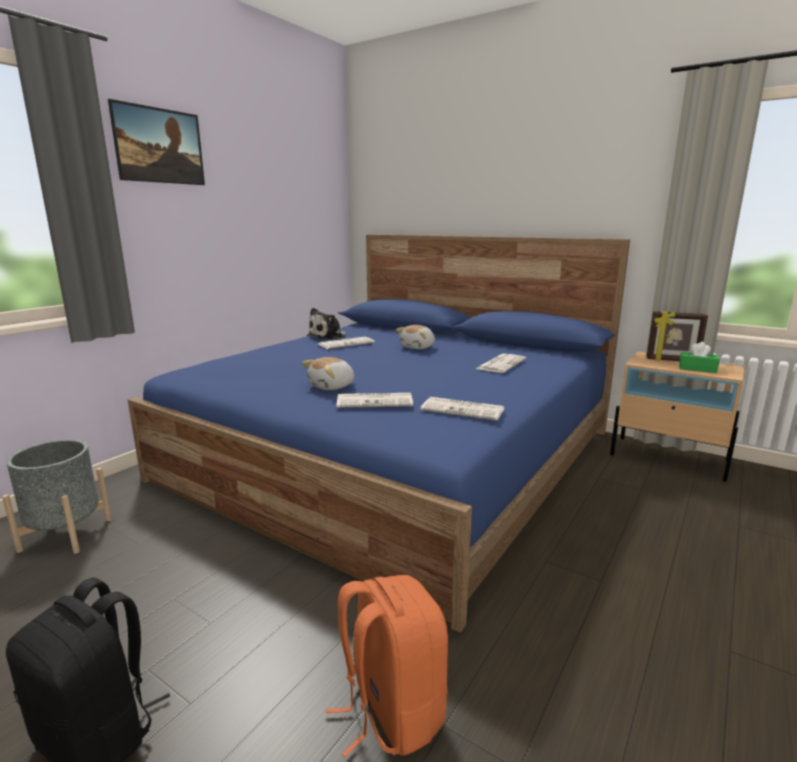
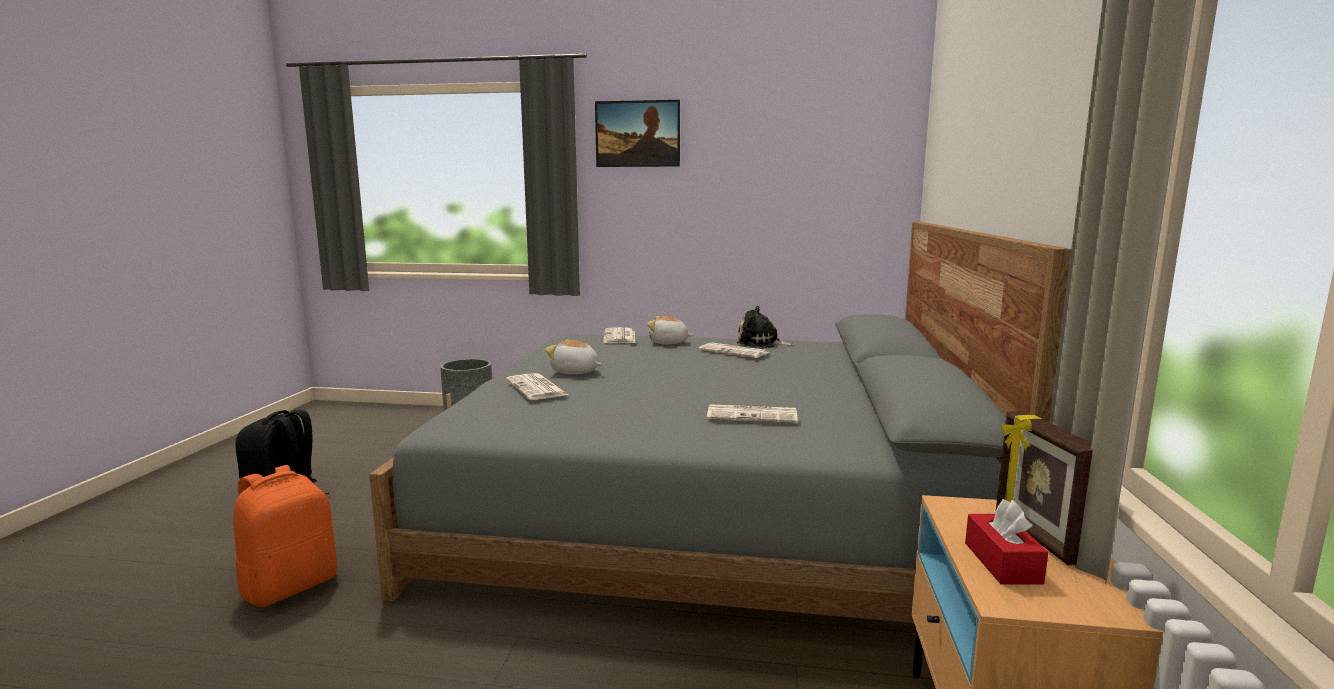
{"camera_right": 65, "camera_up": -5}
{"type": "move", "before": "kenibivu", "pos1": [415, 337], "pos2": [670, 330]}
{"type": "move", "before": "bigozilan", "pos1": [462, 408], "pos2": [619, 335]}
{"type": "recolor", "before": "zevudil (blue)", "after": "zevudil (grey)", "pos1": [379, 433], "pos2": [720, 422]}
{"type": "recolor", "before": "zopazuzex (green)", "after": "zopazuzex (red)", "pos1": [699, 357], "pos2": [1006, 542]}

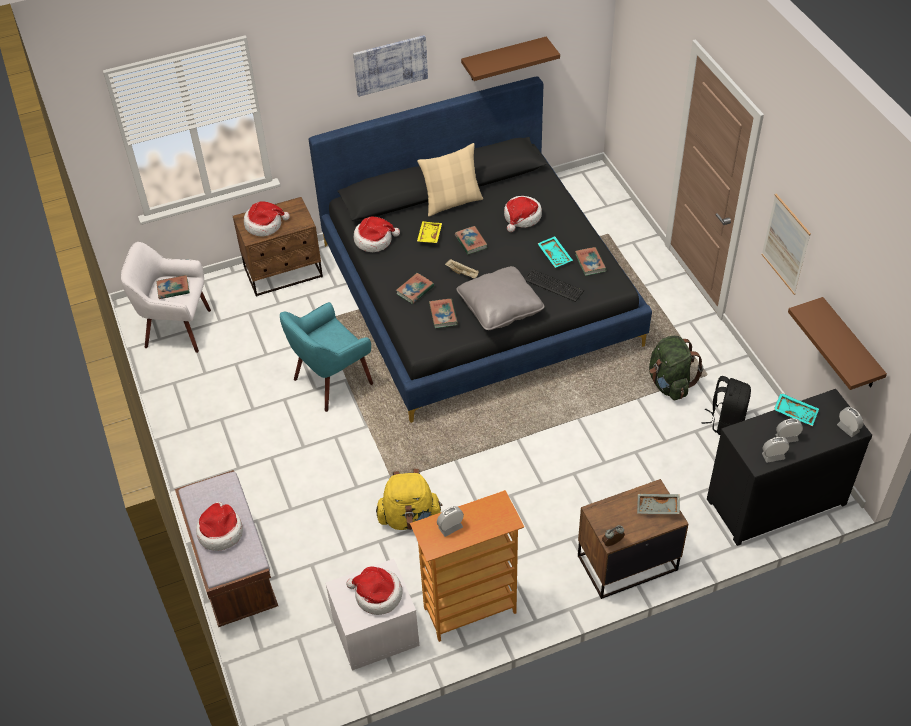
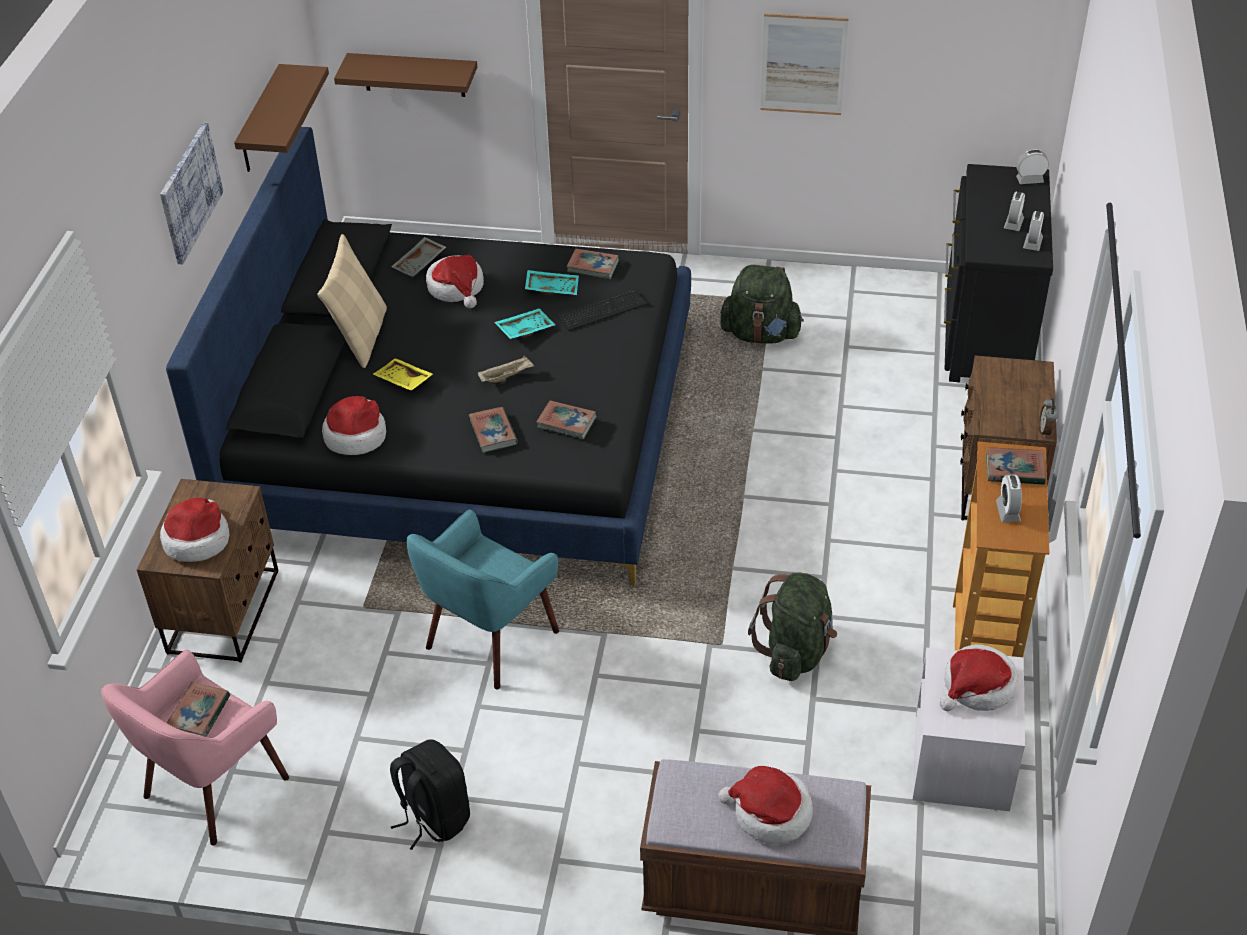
{"camera_right": -60, "camera_up": -5}
{"type": "delete", "before": "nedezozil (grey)", "pos1": [500, 298]}
{"type": "move", "before": "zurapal", "pos1": [471, 240], "pos2": [1016, 466]}
{"type": "move", "before": "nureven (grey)", "pos1": [658, 504], "pos2": [419, 257]}
{"type": "move", "before": "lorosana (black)", "pos1": [726, 405], "pos2": [430, 794]}
{"type": "move", "before": "nureven (turquoise)", "pos1": [796, 409], "pos2": [524, 323]}
{"type": "move", "before": "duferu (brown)", "pos1": [837, 343], "pos2": [405, 75]}
{"type": "recolor", "before": "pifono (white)", "after": "pifono (pink)", "pos1": [166, 297], "pos2": [195, 748]}
{"type": "recolor", "before": "lorosana (yellow)", "after": "lorosana (green)", "pos1": [409, 499], "pos2": [792, 626]}
{"type": "rotate", "before": "pifono (turquoise)", "pos1": [326, 357], "pos2": [483, 599], "turn": 45}

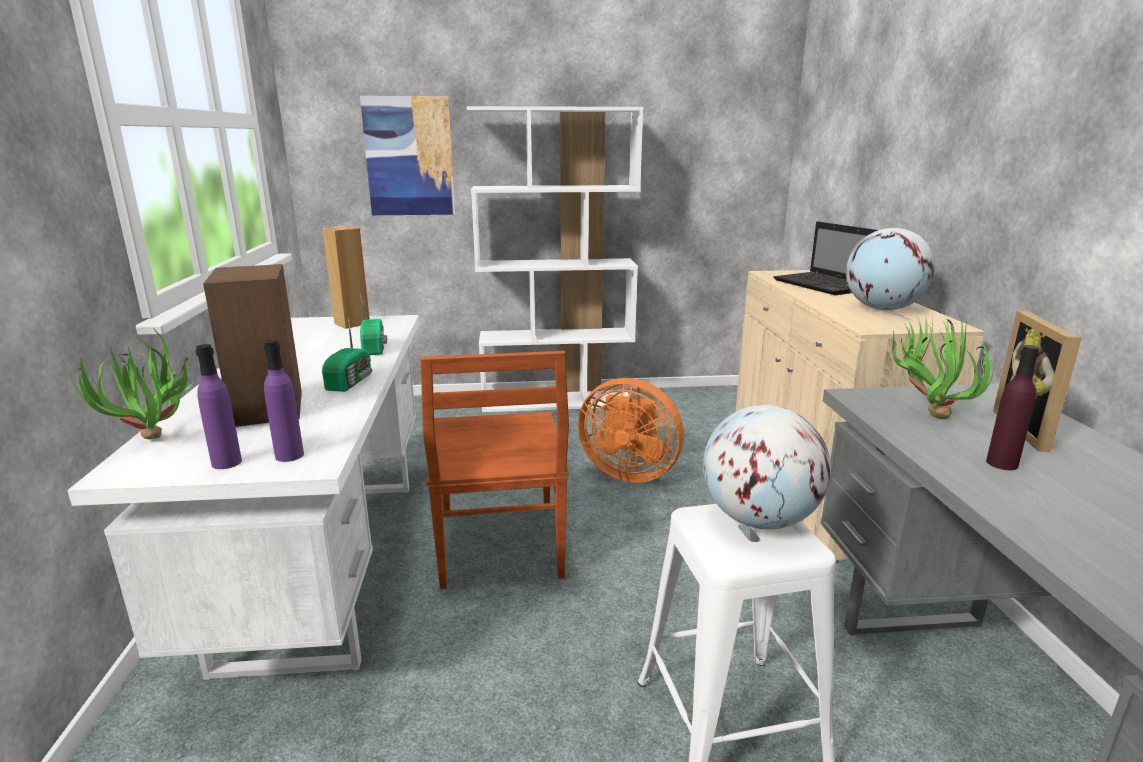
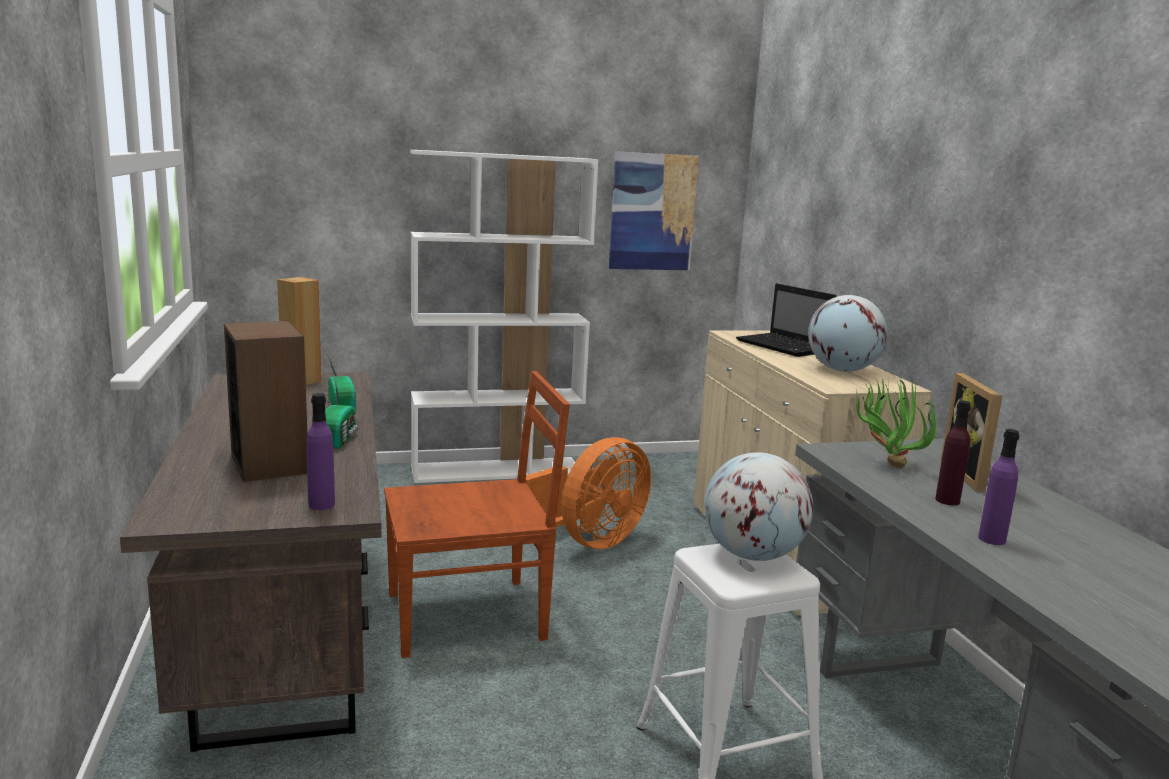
{"camera_right": -10, "camera_up": -5}
{"type": "delete", "before": "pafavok", "pos1": [129, 384]}
{"type": "move", "before": "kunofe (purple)", "pos1": [219, 406], "pos2": [999, 487]}
{"type": "move", "before": "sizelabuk", "pos1": [407, 155], "pos2": [654, 210]}
{"type": "recolor", "before": "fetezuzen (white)", "after": "fetezuzen (brown)", "pos1": [243, 497], "pos2": [251, 562]}
{"type": "rotate", "before": "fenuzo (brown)", "pos1": [494, 470], "pos2": [477, 514], "turn": -90}
{"type": "rotate", "before": "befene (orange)", "pos1": [631, 430], "pos2": [588, 493], "turn": -60}

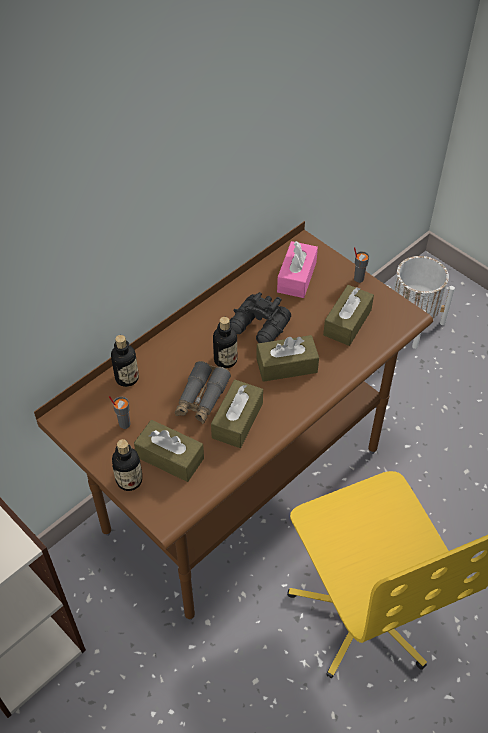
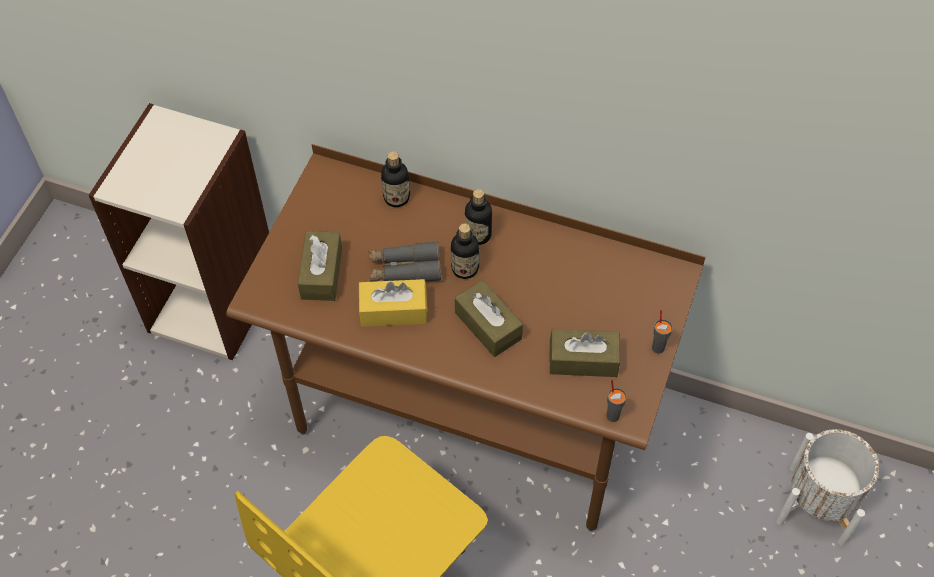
{"camera_right": 65, "camera_up": 5}
{"type": "delete", "before": "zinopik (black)", "pos1": [260, 317]}
{"type": "delete", "before": "zopazuzex (pink)", "pos1": [297, 269]}
{"type": "move", "before": "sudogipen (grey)", "pos1": [119, 412], "pos2": [616, 401]}
{"type": "move", "before": "kunofe", "pos1": [127, 465], "pos2": [478, 217]}
{"type": "recolor", "before": "zopazuzex (brown)", "after": "zopazuzex (yellow)", "pos1": [237, 414], "pos2": [393, 303]}

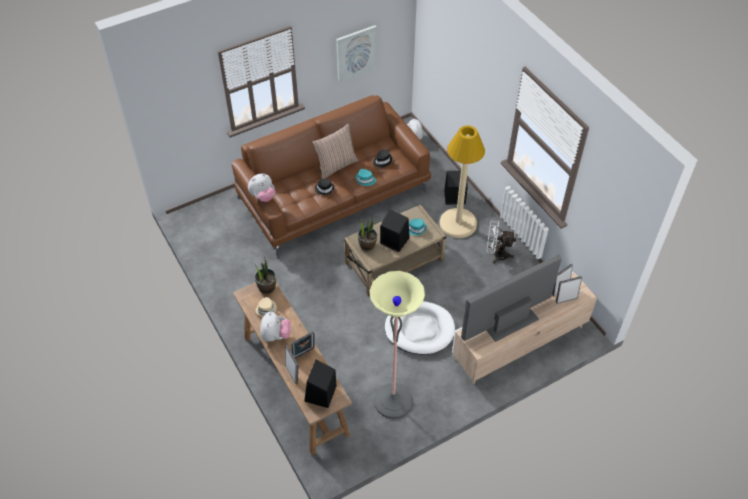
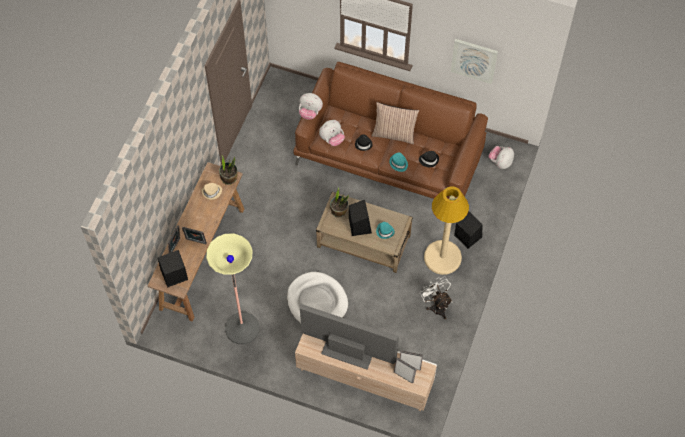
{"camera_right": 50, "camera_up": 10}
{"type": "move", "before": "kenibivu", "pos1": [275, 327], "pos2": [332, 133]}

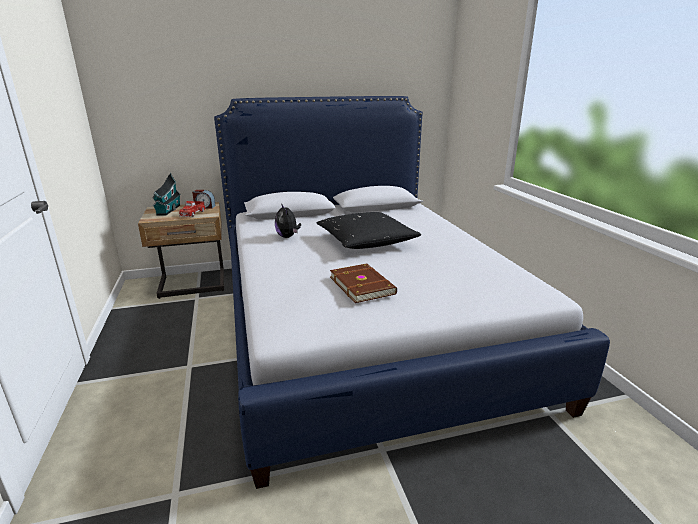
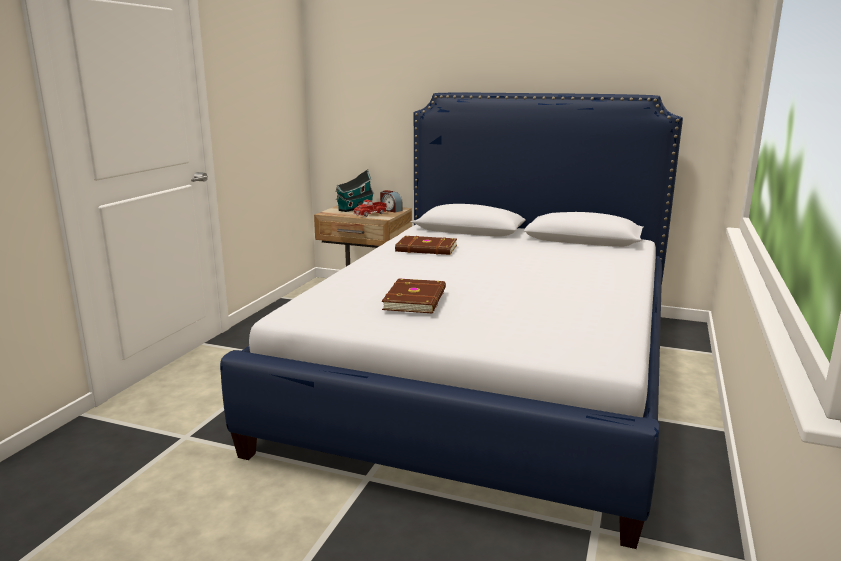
{"camera_right": 35, "camera_up": -5}
{"type": "delete", "before": "nedezozil (black)", "pos1": [369, 230]}
{"type": "replace", "before": "kenibivu", "after": "zurapal (brown)", "pos1": [288, 220], "pos2": [426, 245]}

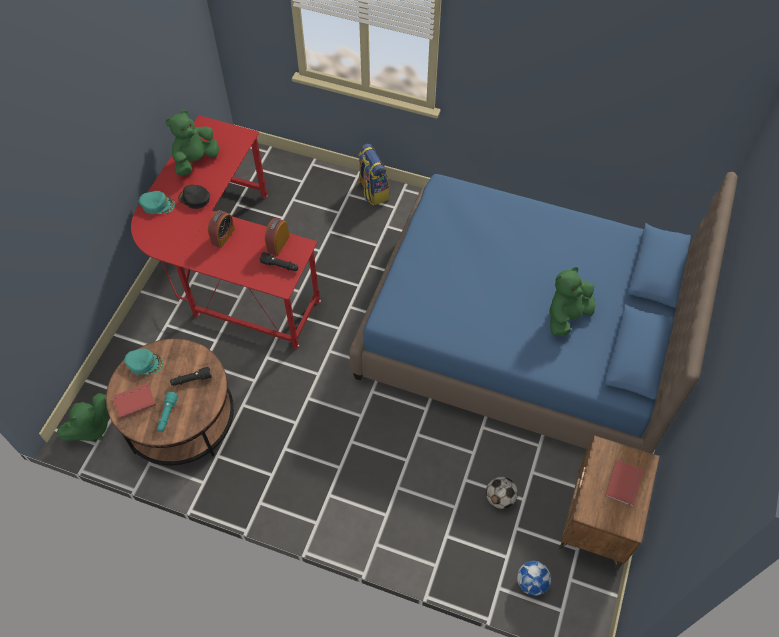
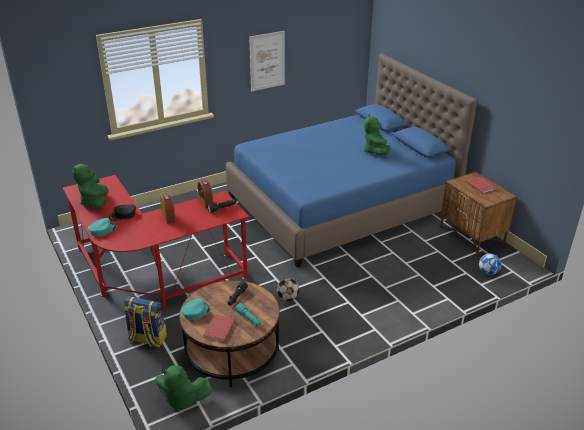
{"camera_right": -50, "camera_up": -25}
{"type": "insert", "after": "sizelabuk", "pos2": [267, 61]}
{"type": "move", "before": "lorosana", "pos1": [373, 174], "pos2": [145, 321]}
{"type": "move", "before": "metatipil", "pos1": [502, 493], "pos2": [287, 289]}
{"type": "rotate", "before": "kenibivu (green)", "pos1": [83, 417], "pos2": [184, 388], "turn": 105}

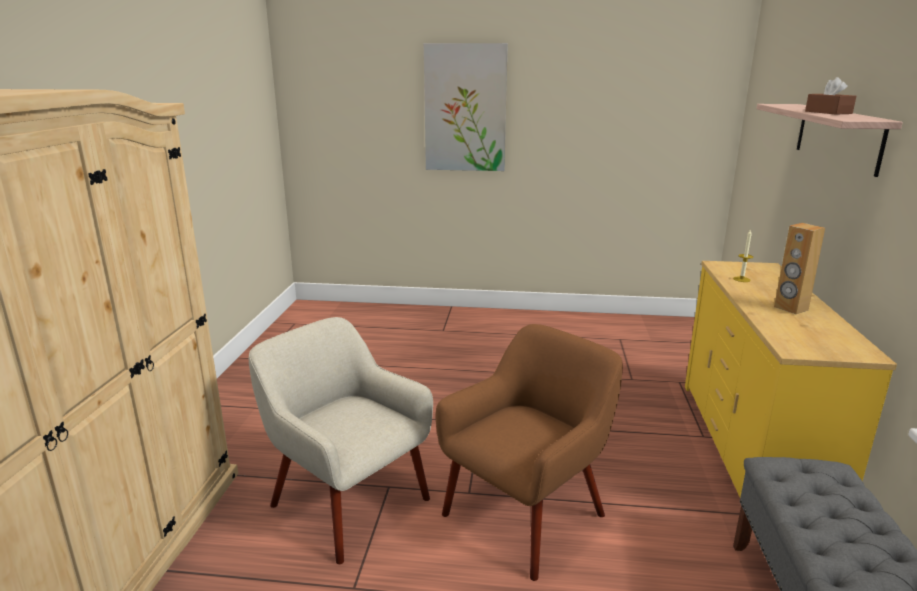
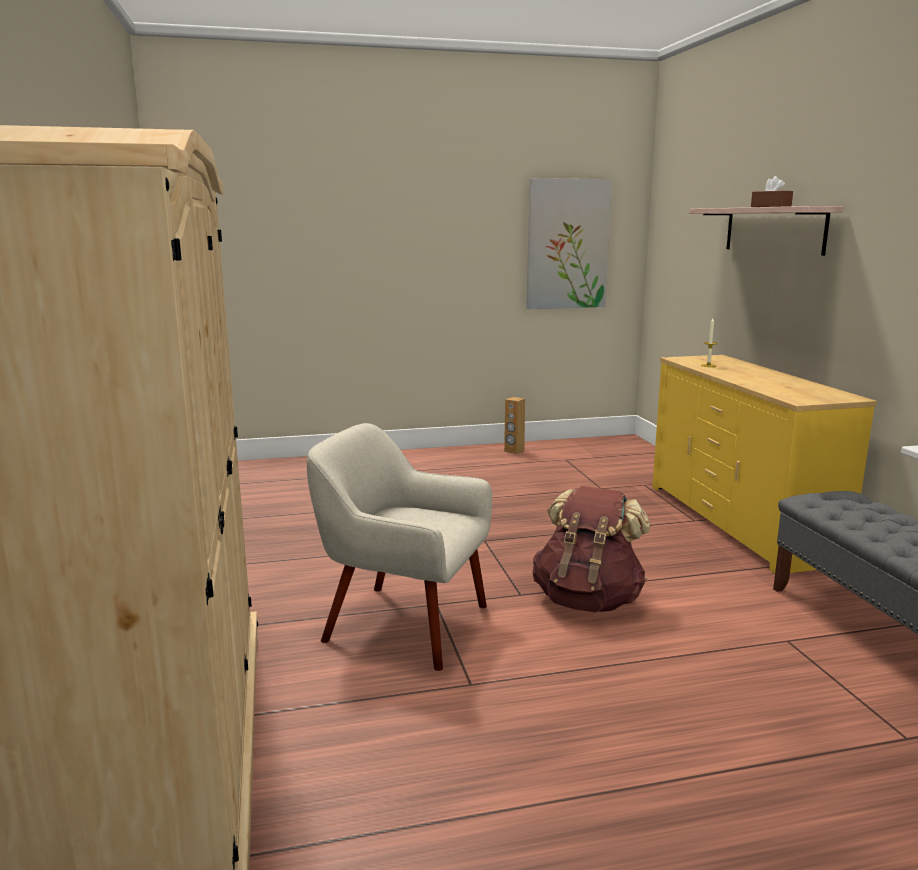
{"camera_right": -20, "camera_up": -5}
{"type": "move", "before": "sizelabuk", "pos1": [466, 107], "pos2": [569, 243]}
{"type": "move", "before": "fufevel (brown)", "pos1": [799, 268], "pos2": [514, 425]}
{"type": "replace", "before": "pifono (brown)", "after": "lorosana (brown)", "pos1": [529, 452], "pos2": [591, 549]}

